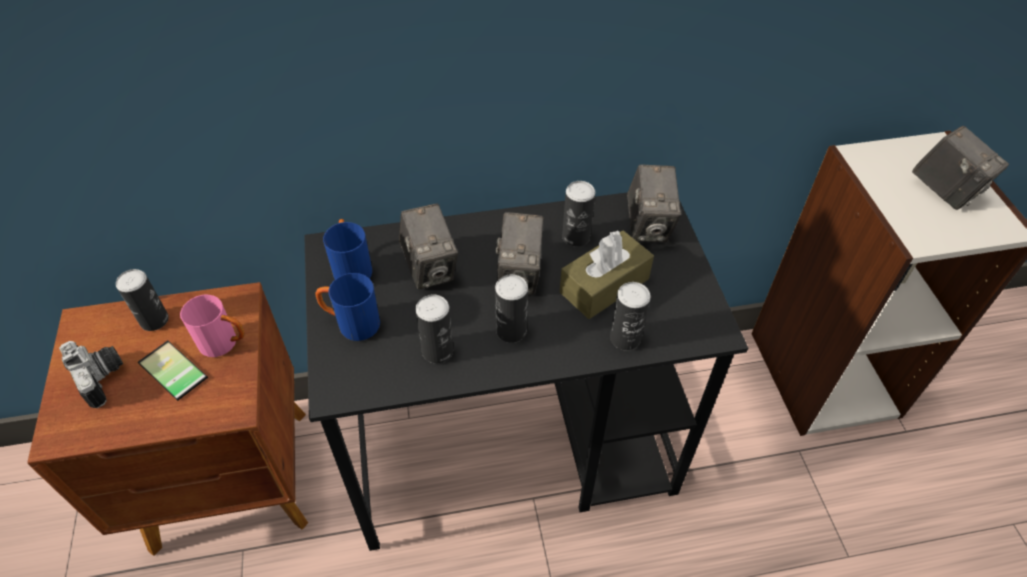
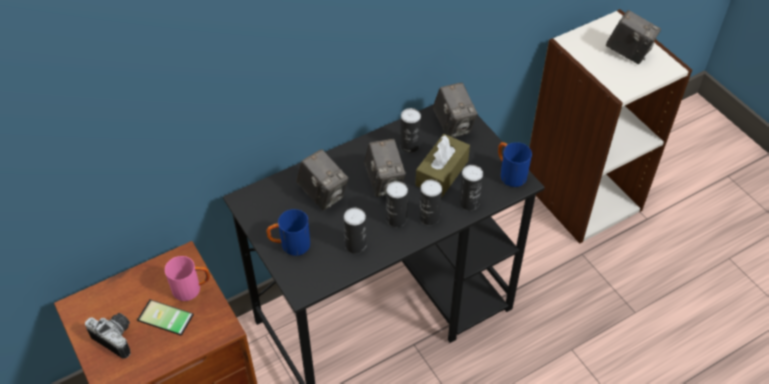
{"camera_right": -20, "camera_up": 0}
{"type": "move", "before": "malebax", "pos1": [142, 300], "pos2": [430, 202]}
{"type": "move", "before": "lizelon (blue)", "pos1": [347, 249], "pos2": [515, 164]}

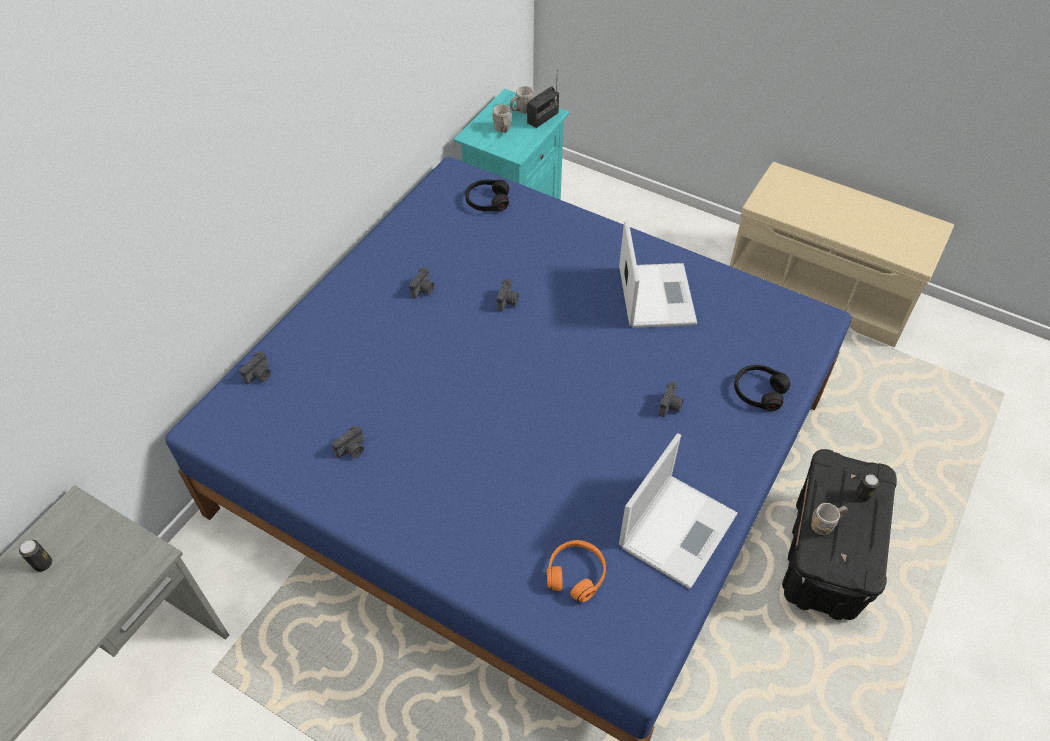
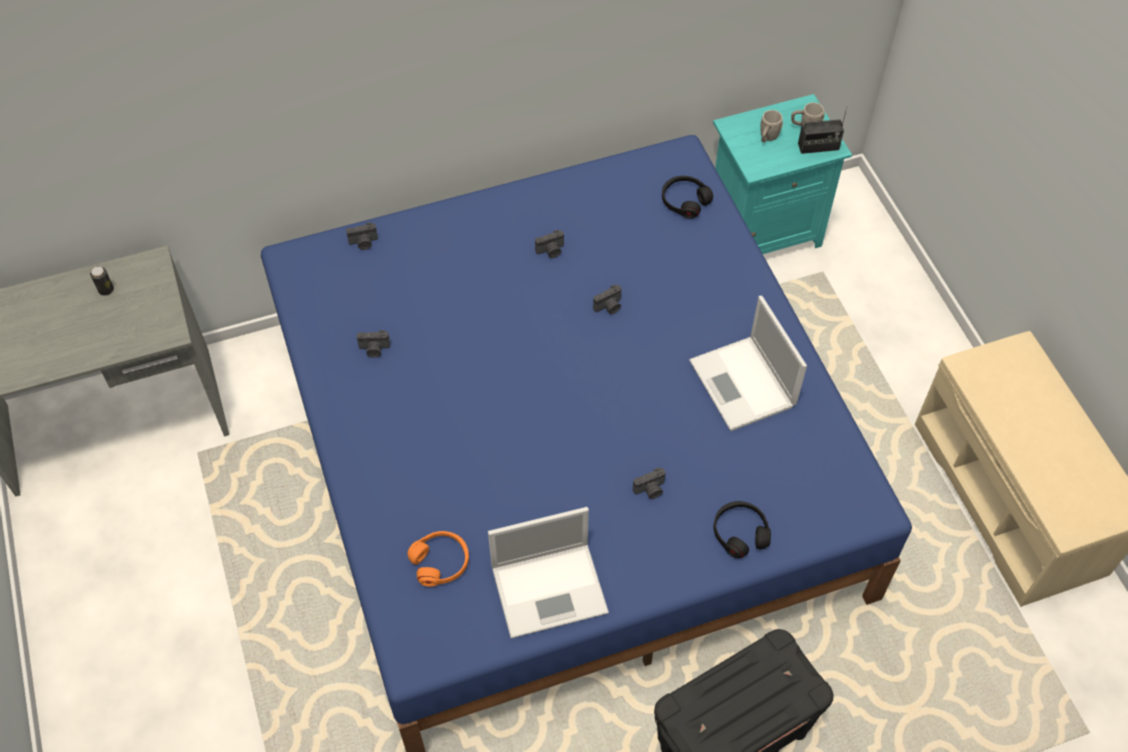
{"camera_right": 40, "camera_up": 5}
{"type": "delete", "before": "lizelon (grey)", "pos1": [829, 519]}
{"type": "delete", "before": "malebax", "pos1": [867, 488]}
{"type": "rotate", "before": "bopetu", "pos1": [658, 274], "pos2": [748, 363], "turn": 120}

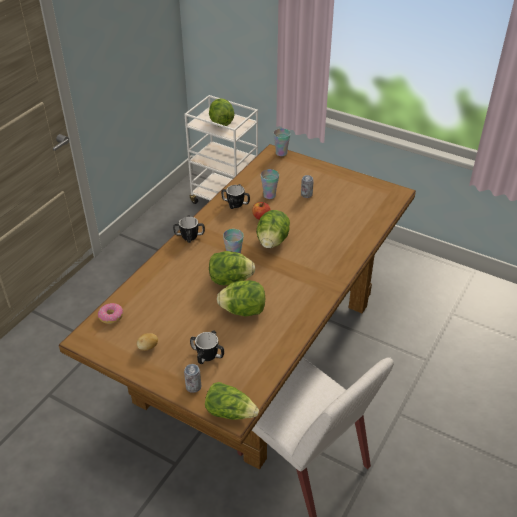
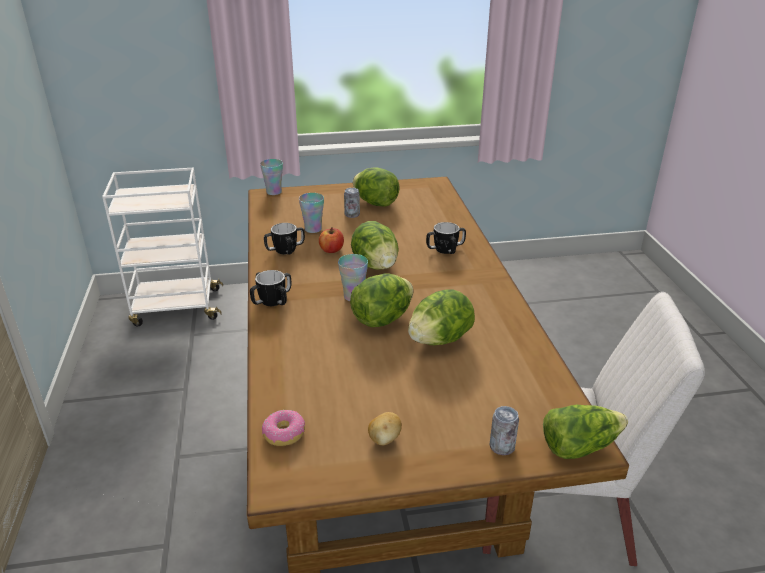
{"camera_right": -40, "camera_up": -10}
{"type": "move", "before": "lizelon", "pos1": [207, 347], "pos2": [446, 238]}
{"type": "move", "before": "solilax", "pos1": [222, 113], "pos2": [376, 187]}

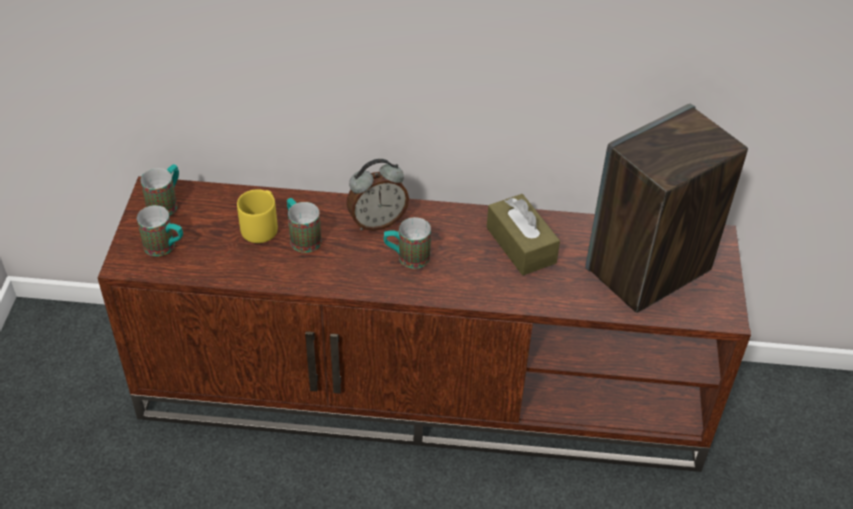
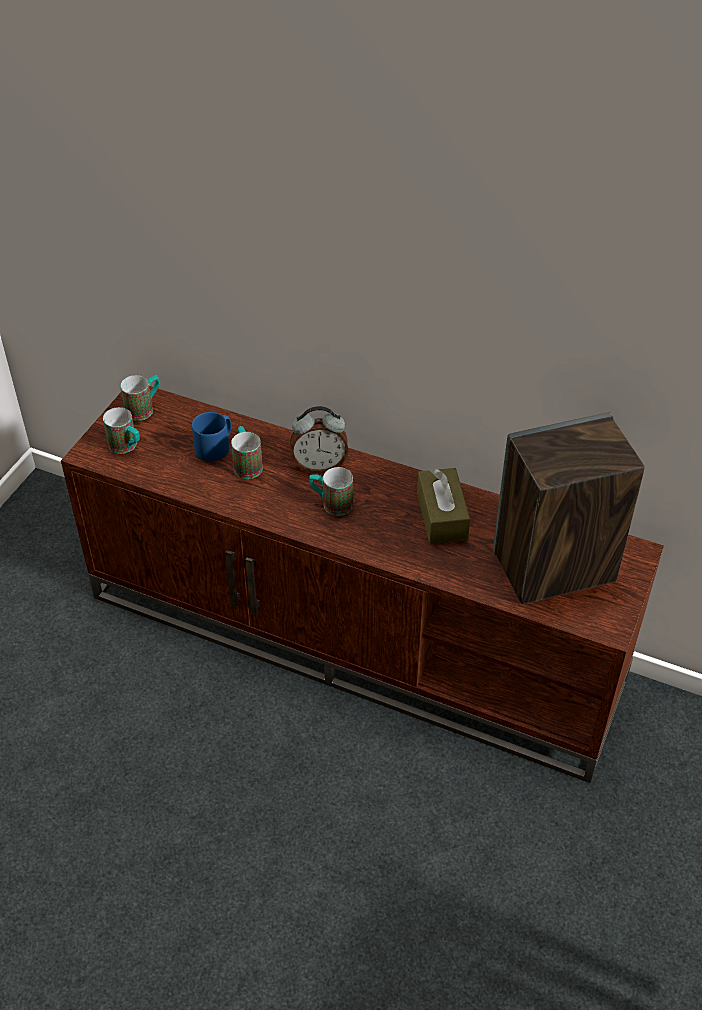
{"camera_right": 20, "camera_up": 0}
{"type": "recolor", "before": "lizelon (yellow)", "after": "lizelon (blue)", "pos1": [257, 216], "pos2": [211, 437]}

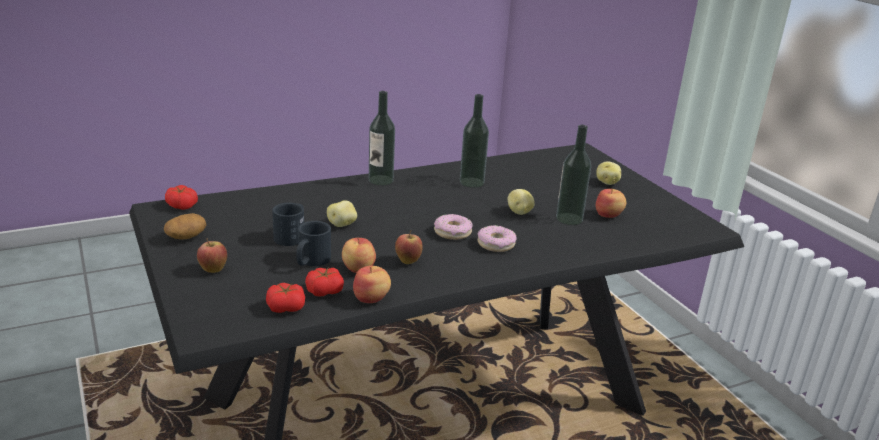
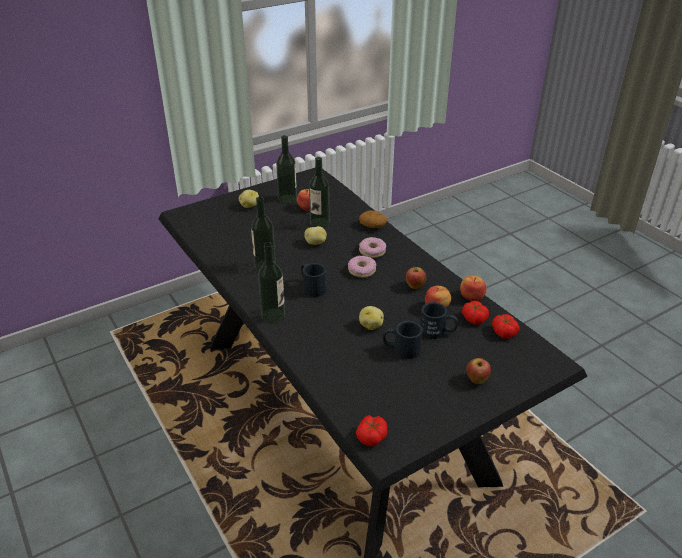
{"camera_right": -95, "camera_up": 10}
{"type": "insert", "after": "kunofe", "pos2": [286, 169]}
{"type": "insert", "after": "lizelon (black)", "pos2": [313, 280]}
{"type": "move", "before": "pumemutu", "pos1": [185, 226], "pos2": [373, 219]}

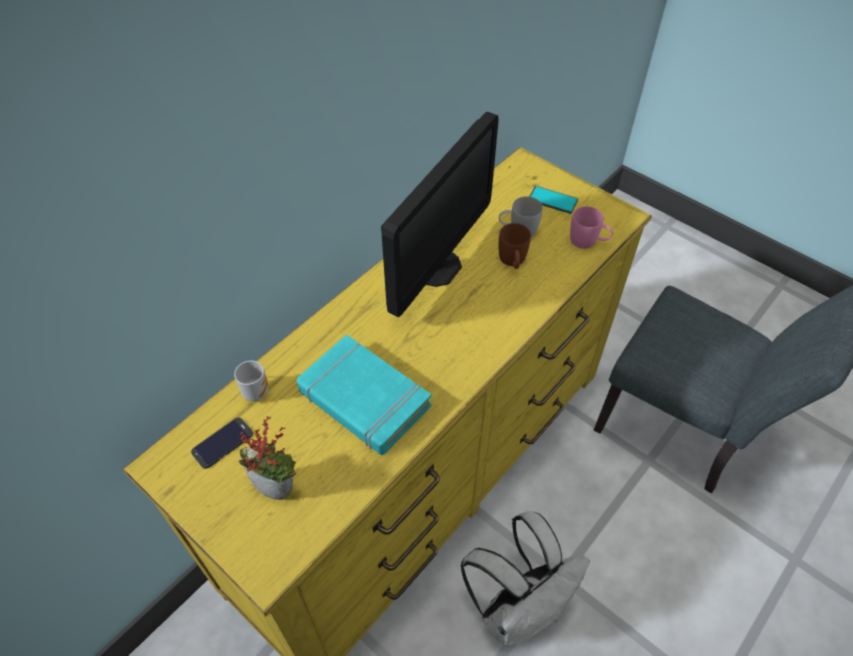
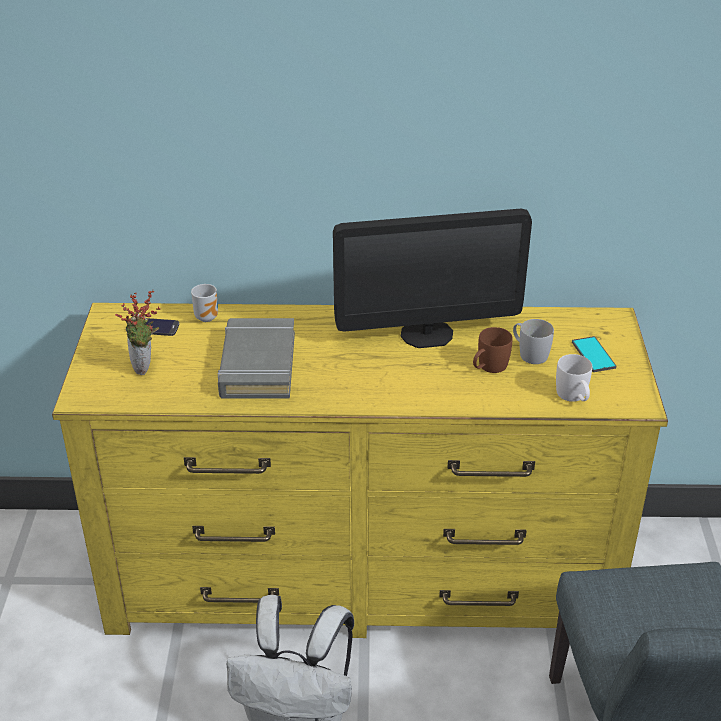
{"camera_right": 50, "camera_up": -15}
{"type": "recolor", "before": "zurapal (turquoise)", "after": "zurapal (grey)", "pos1": [364, 395], "pos2": [256, 358]}
{"type": "recolor", "before": "lizelon (pink)", "after": "lizelon (white)", "pos1": [591, 227], "pos2": [574, 378]}

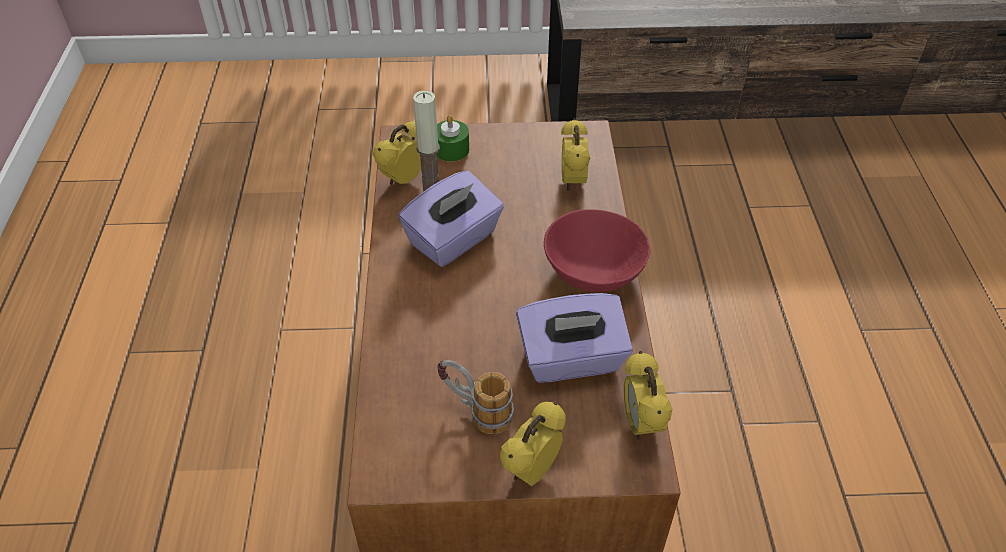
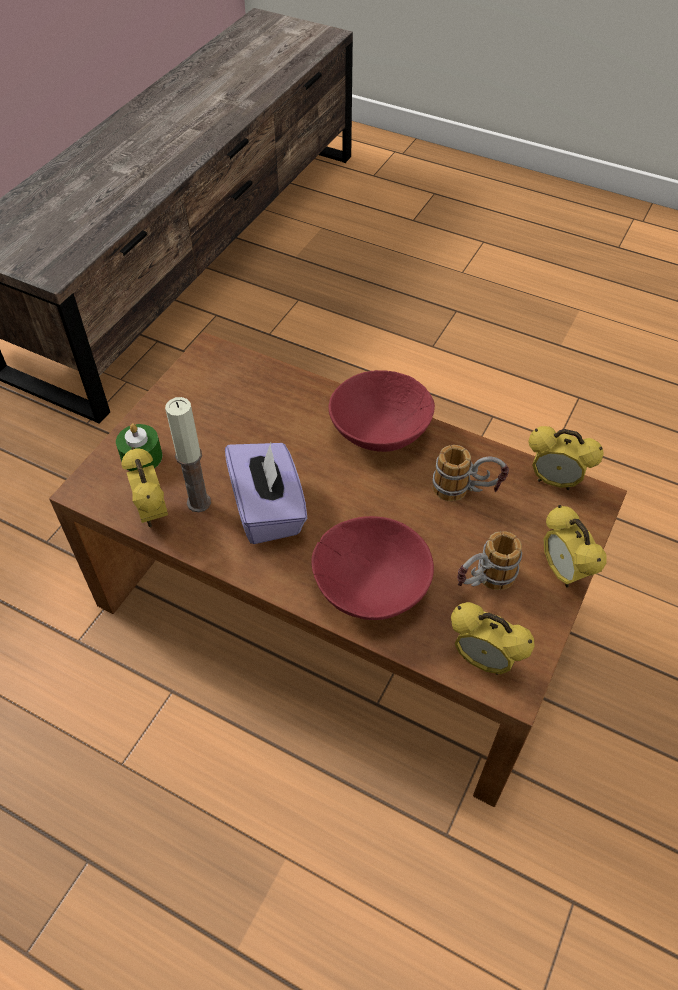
{"camera_right": -60, "camera_up": 5}
{"type": "insert", "after": "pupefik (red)", "pos2": [372, 568]}
{"type": "move", "before": "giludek", "pos1": [575, 155], "pos2": [493, 638]}
{"type": "replace", "before": "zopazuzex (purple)", "after": "lizelon", "pos1": [574, 338], "pos2": [470, 473]}

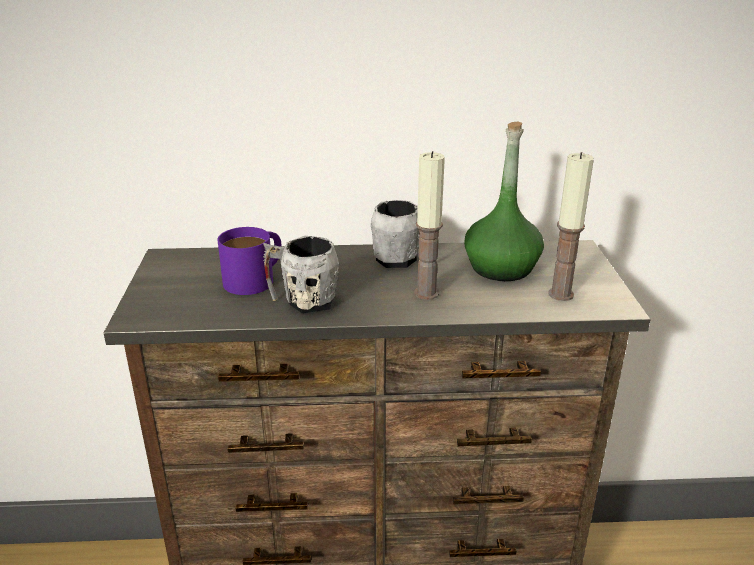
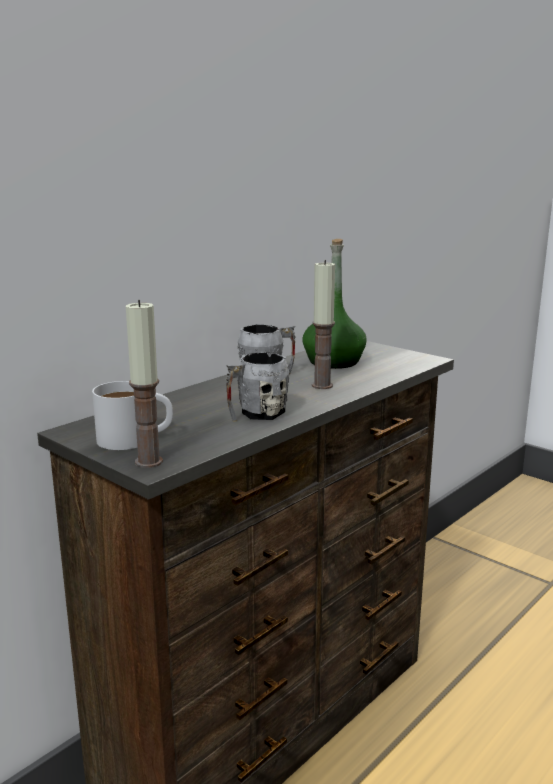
{"camera_right": -45, "camera_up": -10}
{"type": "delete", "before": "lizelon (purple)", "pos1": [249, 261]}
{"type": "insert", "after": "lizelon (white)", "pos2": [132, 415]}
{"type": "move", "before": "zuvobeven", "pos1": [571, 226], "pos2": [144, 384]}

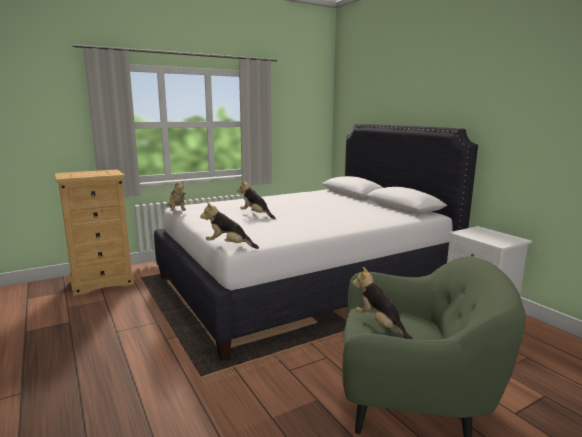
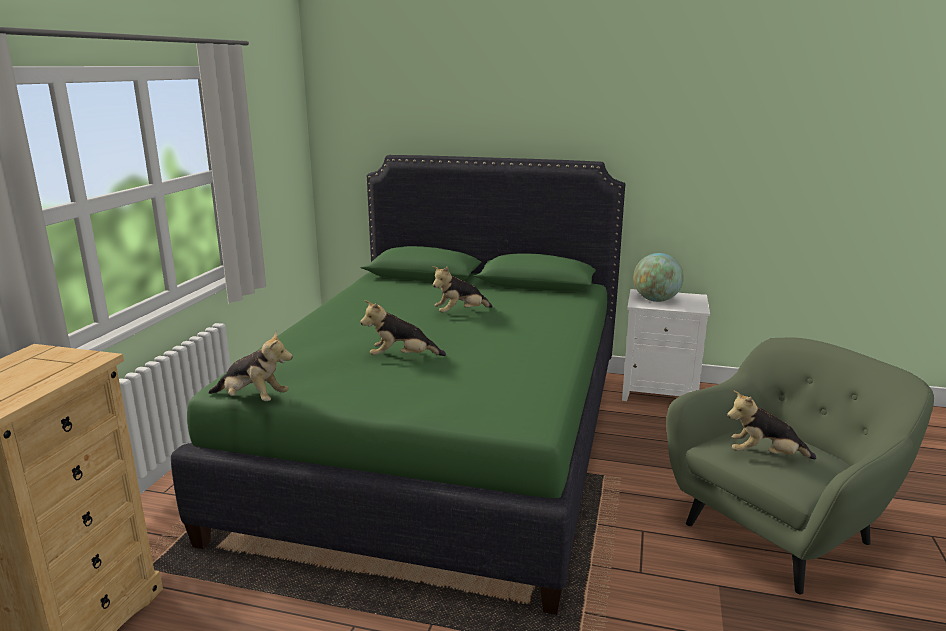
{"camera_right": -45, "camera_up": 5}
{"type": "insert", "after": "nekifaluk", "pos2": [658, 277]}
{"type": "move", "before": "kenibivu", "pos1": [229, 225], "pos2": [462, 289]}
{"type": "recolor", "before": "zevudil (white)", "after": "zevudil (green)", "pos1": [316, 242], "pos2": [398, 385]}

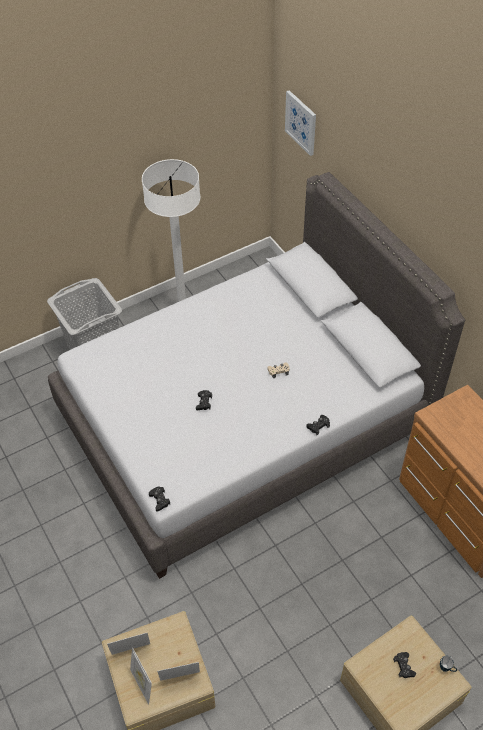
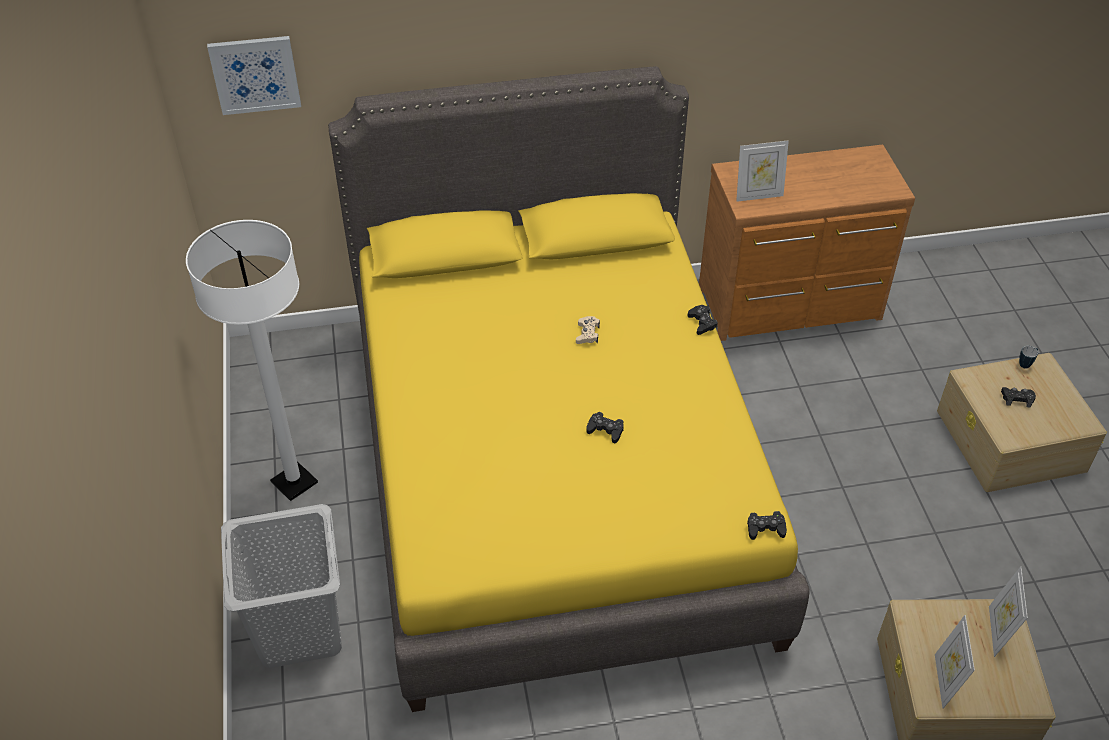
{"camera_right": -70, "camera_up": -5}
{"type": "move", "before": "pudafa", "pos1": [141, 676], "pos2": [762, 171]}
{"type": "recolor", "before": "zevudil (grey)", "after": "zevudil (yellow)", "pos1": [256, 375], "pos2": [568, 389]}

